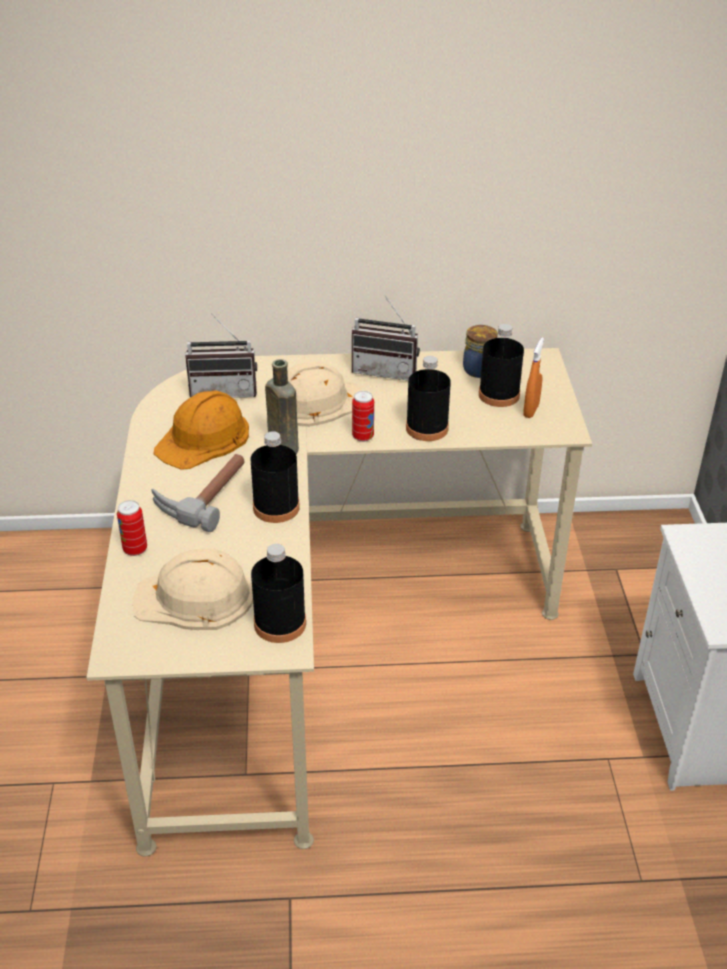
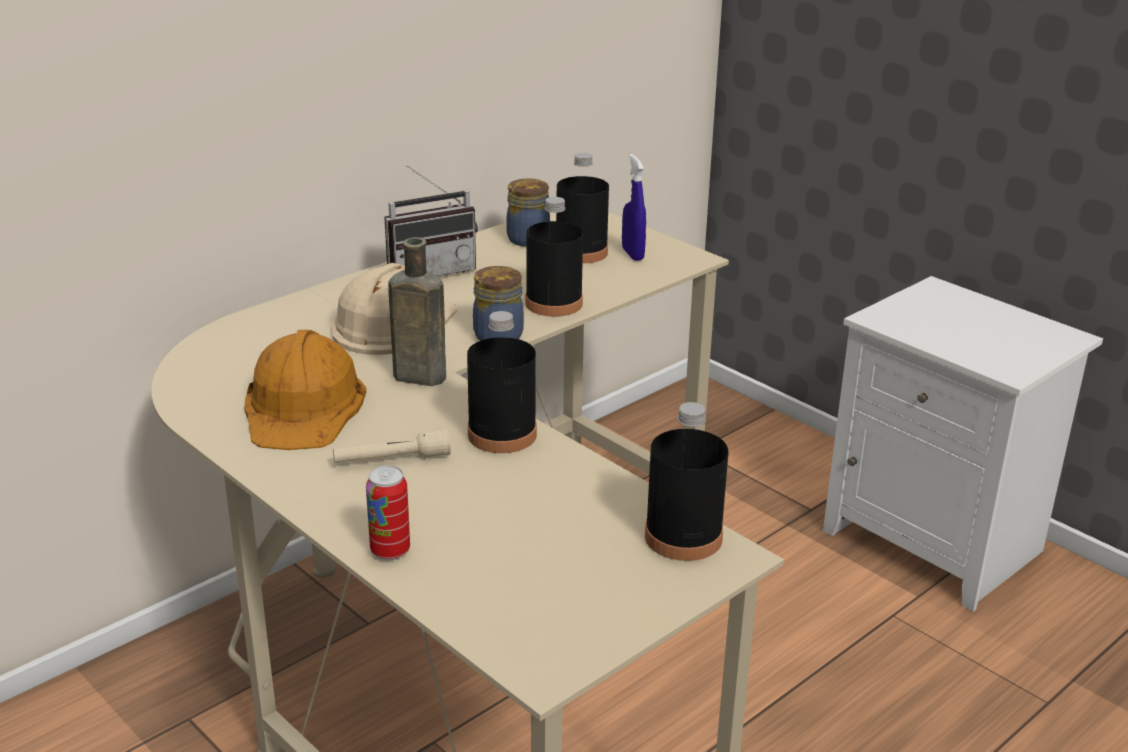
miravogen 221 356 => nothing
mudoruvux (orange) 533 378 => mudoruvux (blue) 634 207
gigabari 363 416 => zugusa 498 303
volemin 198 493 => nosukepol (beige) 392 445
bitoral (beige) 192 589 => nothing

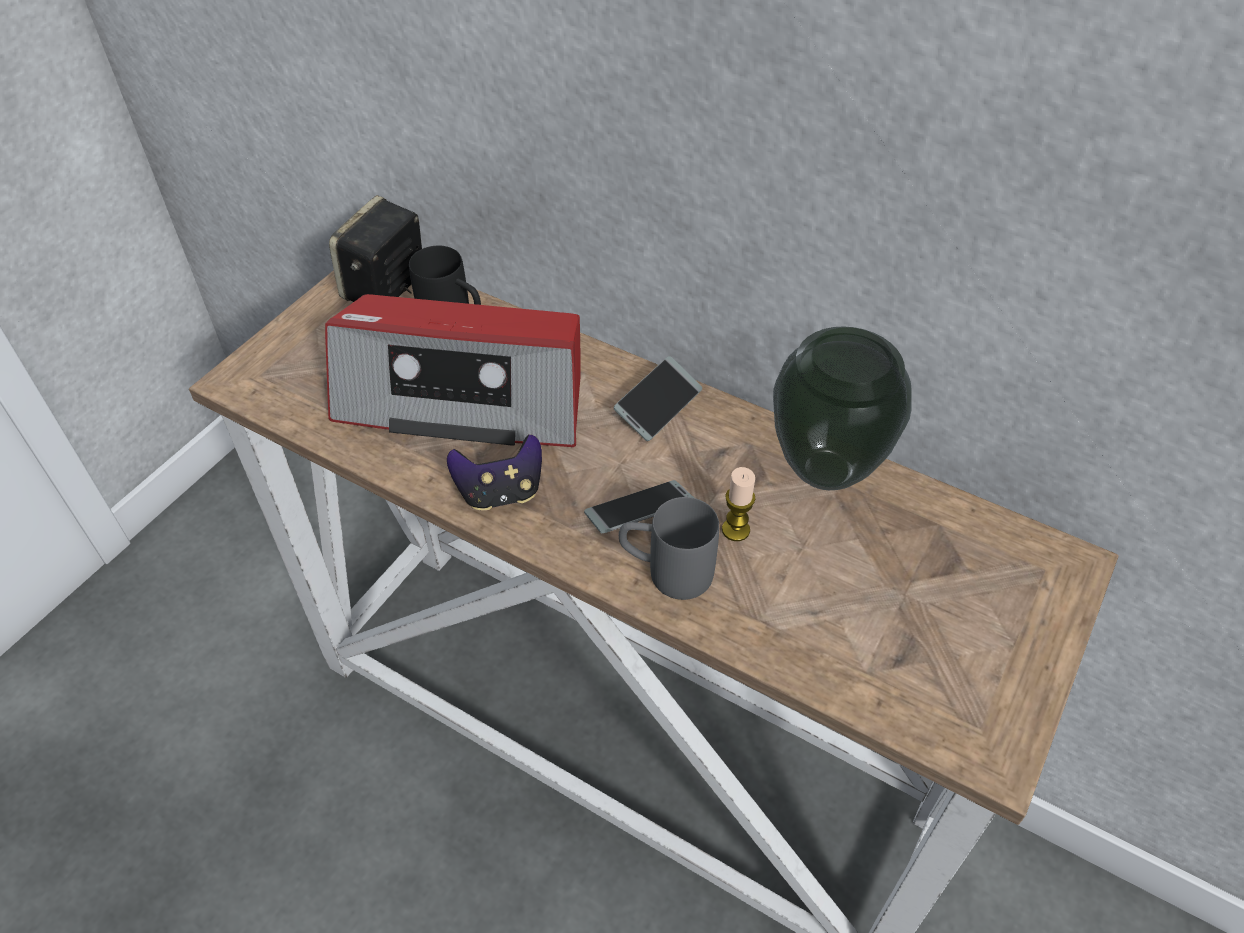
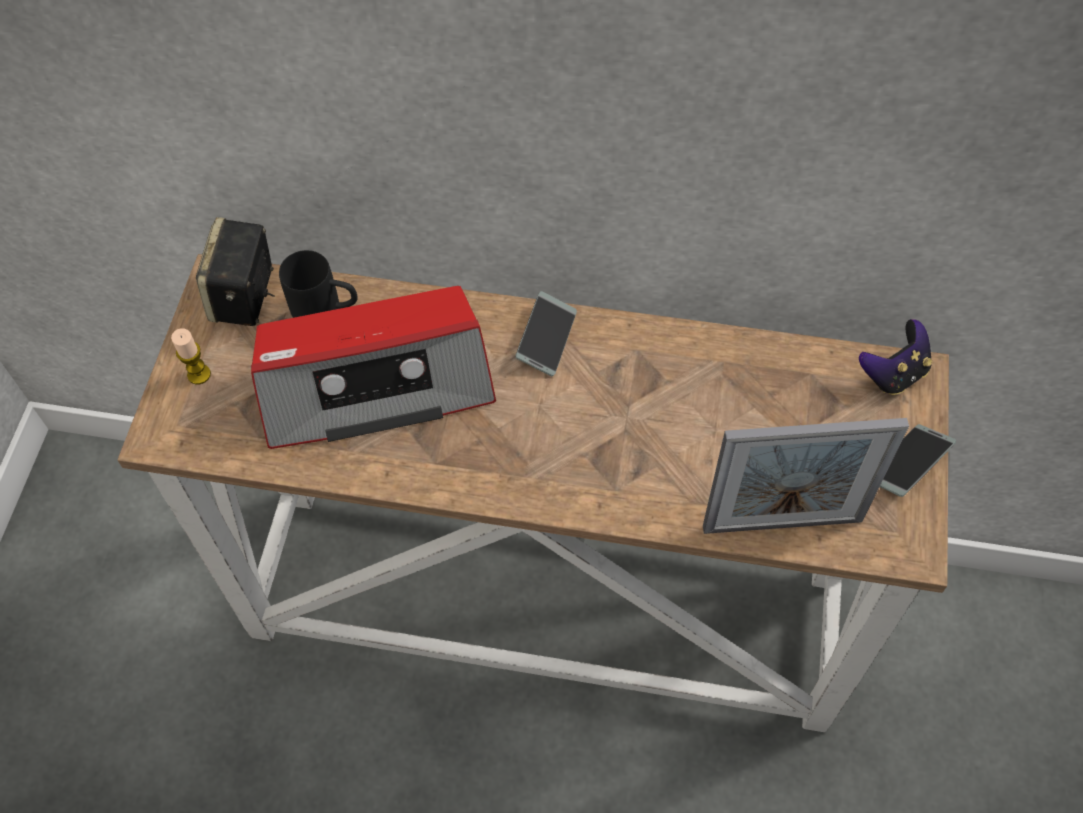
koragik 842 408 => nothing
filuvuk 494 472 => filuvuk 895 357, moved
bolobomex 738 504 => bolobomex 191 356, moved
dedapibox 639 506 => dedapibox 918 460, moved
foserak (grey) 669 548 => nothing
nothing => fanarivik 806 476

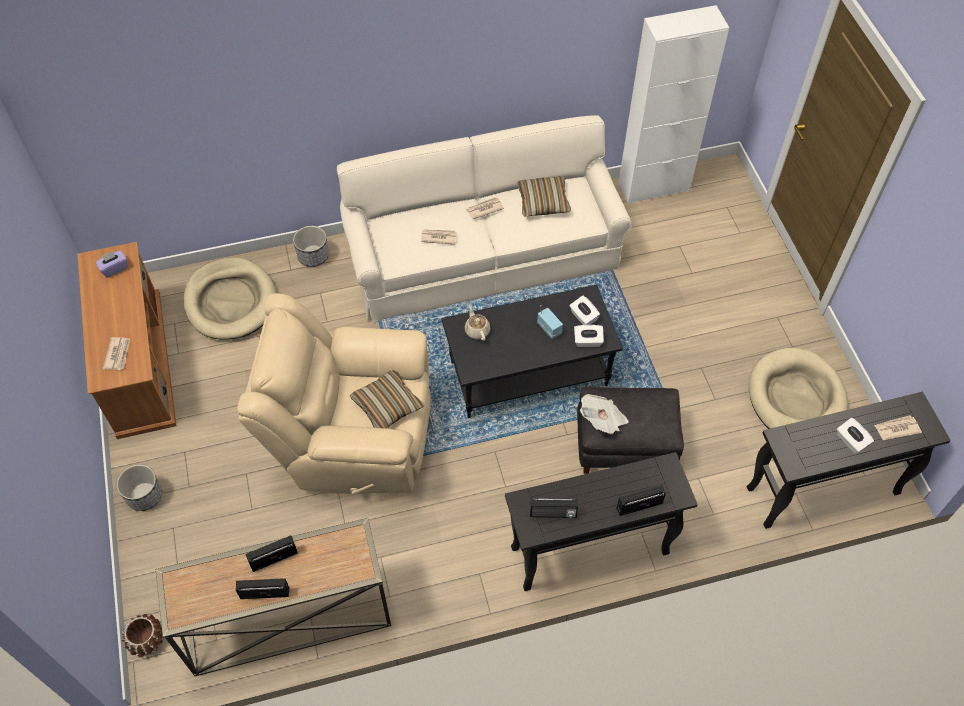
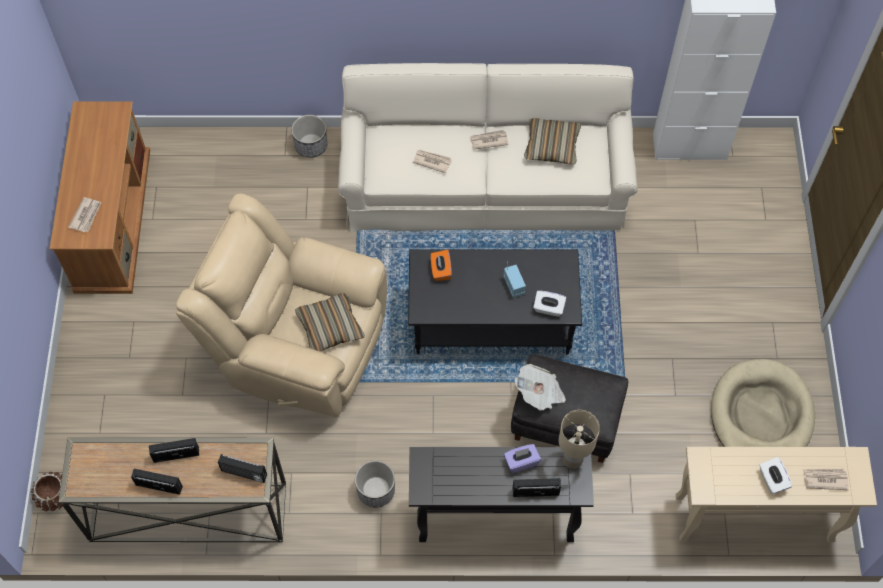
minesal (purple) 111 263 => minesal (purple) 522 458, moved
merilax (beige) 229 298 => nothing
minesal (white) 585 310 => nothing
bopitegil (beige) 477 323 => minesal (orange) 441 265
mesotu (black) 848 460 => mesotu (beige) 776 494
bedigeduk 139 487 => bedigeduk 375 483, moved
miravogen 554 508 => miravogen 242 468, moved
nothing => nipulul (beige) 579 439

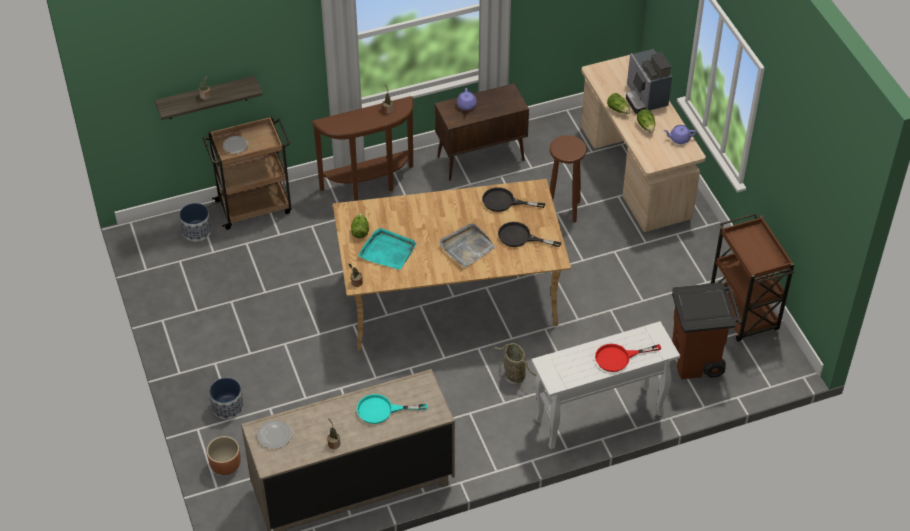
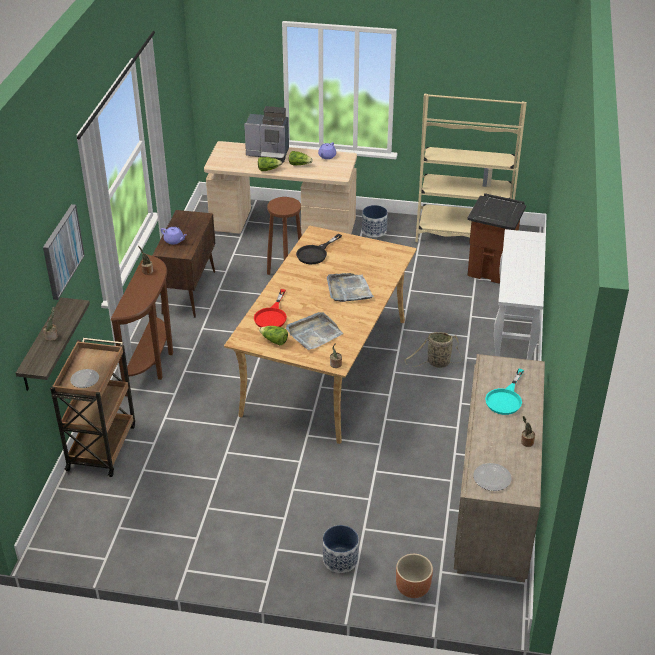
bedigeduk 195 222 => bedigeduk 375 221, moved
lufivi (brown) 752 277 => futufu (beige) 471 167
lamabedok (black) 529 234 => nothing
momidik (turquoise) 387 249 => momidik (grey) 314 331
lamabedok (red) 628 358 => lamabedok (red) 270 308, moved
nothing => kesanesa 64 252

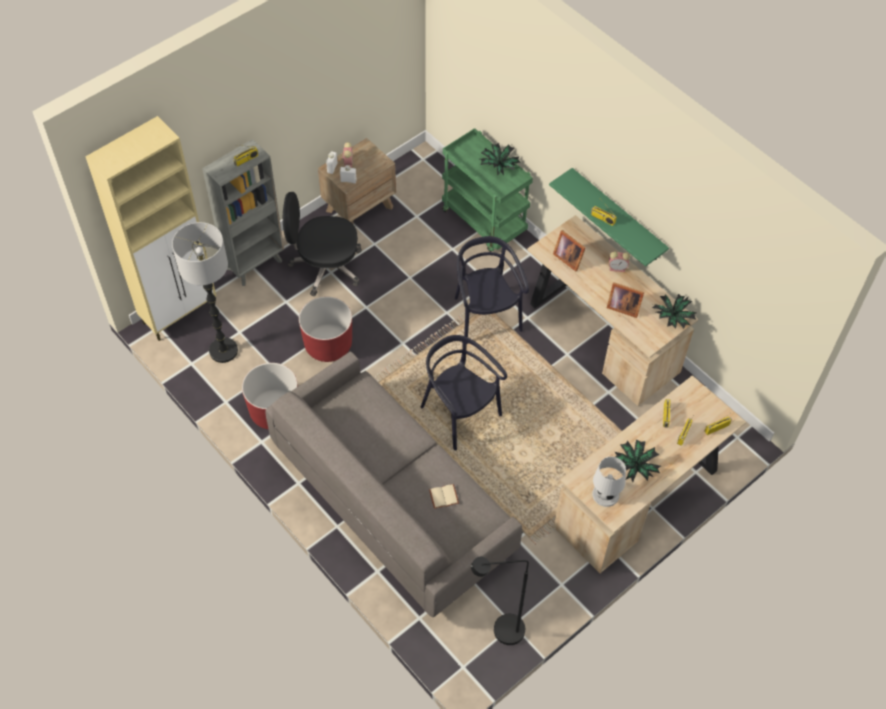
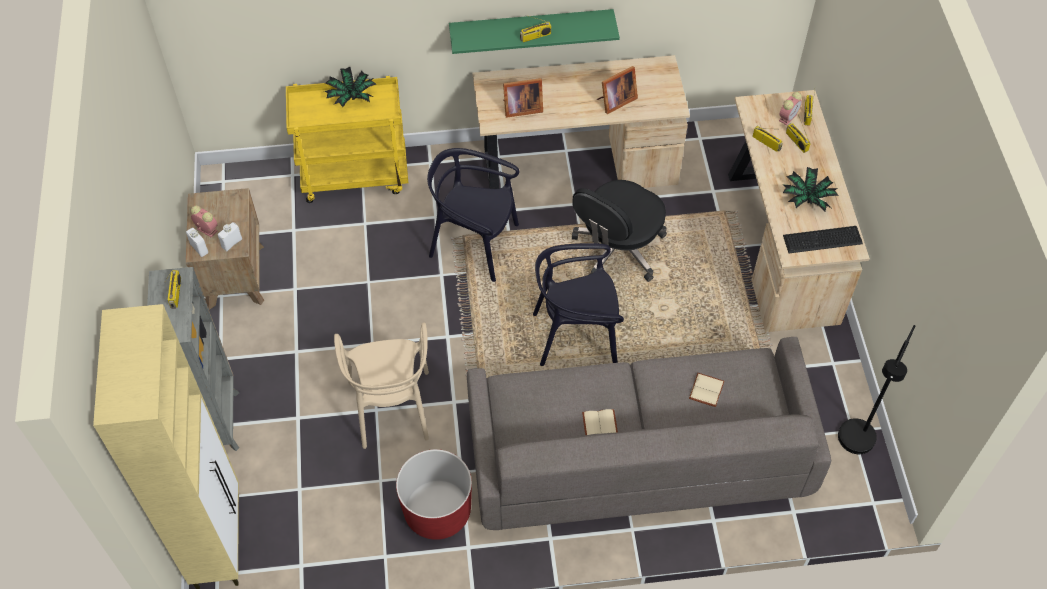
lufivi (green) 487 190 => lufivi (yellow) 347 139
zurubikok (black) 322 244 => zurubikok (black) 619 231, moved
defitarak 205 292 => nothing
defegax 619 261 => defegax 790 108, moved
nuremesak 674 311 => nothing
bedigeduk (red) 325 329 => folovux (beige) 381 385
nipulul (white) 609 482 => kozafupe 823 239
nothing => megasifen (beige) 600 422

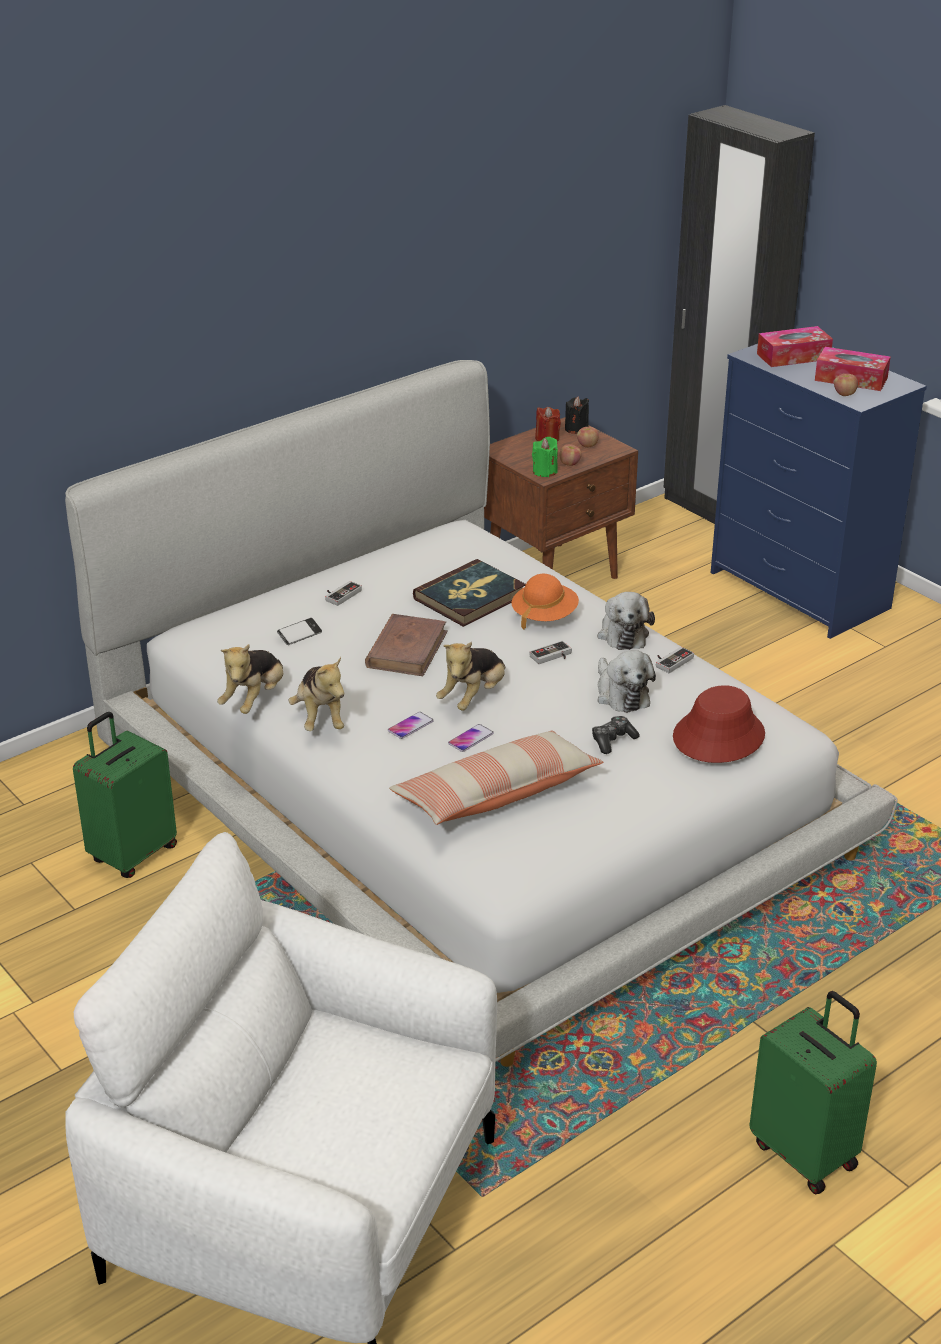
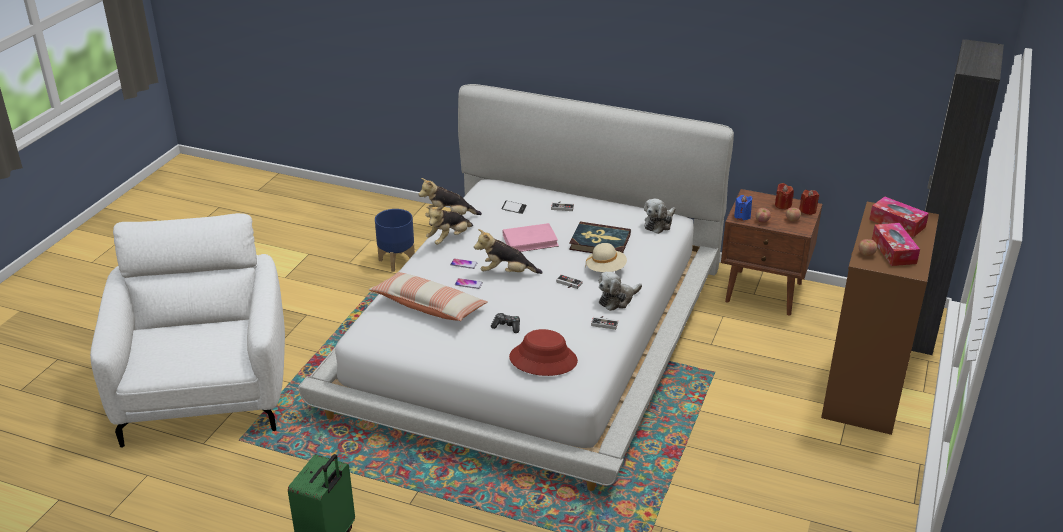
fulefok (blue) 819 491 => fulefok (brown) 880 318
bolobomex (black) 577 415 => bolobomex (red) 809 202
bolobomex (green) 545 457 => bolobomex (blue) 743 207
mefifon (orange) 545 601 => mefifon (beige) 606 257
megasifen (brown) 406 645 => megasifen (pink) 531 237
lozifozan 626 681 => lozifozan 660 216, moved
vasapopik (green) 125 795 => bedigeduk (blue) 395 240

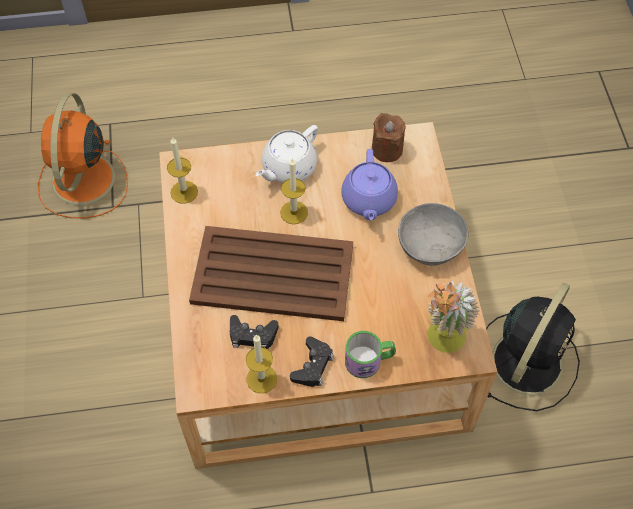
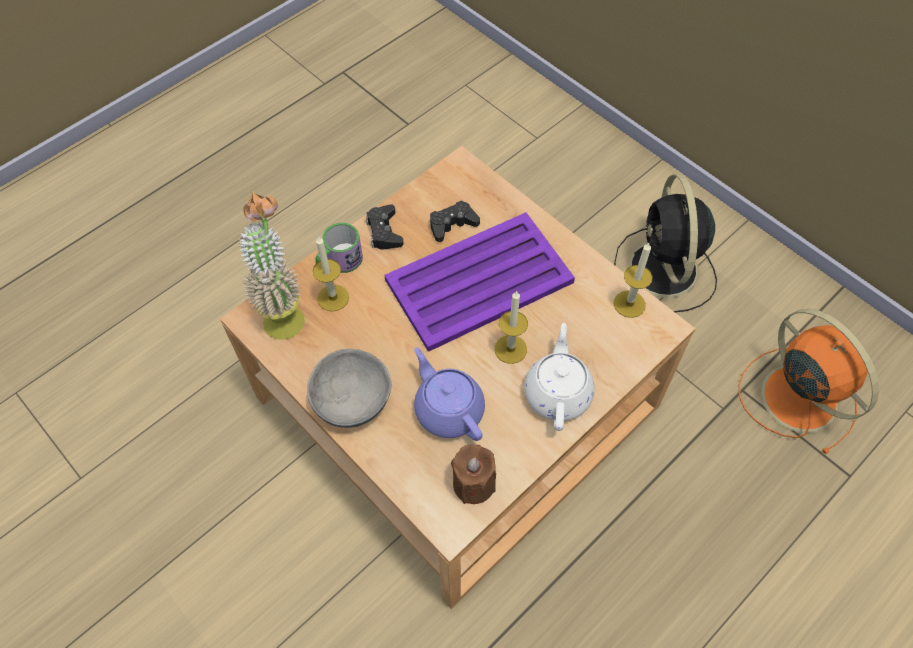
momidik (brown) 271 273 => momidik (purple) 479 282
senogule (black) 533 347 => senogule (black) 665 243, moved
bolobomex 261 364 => bolobomex 331 274, moved

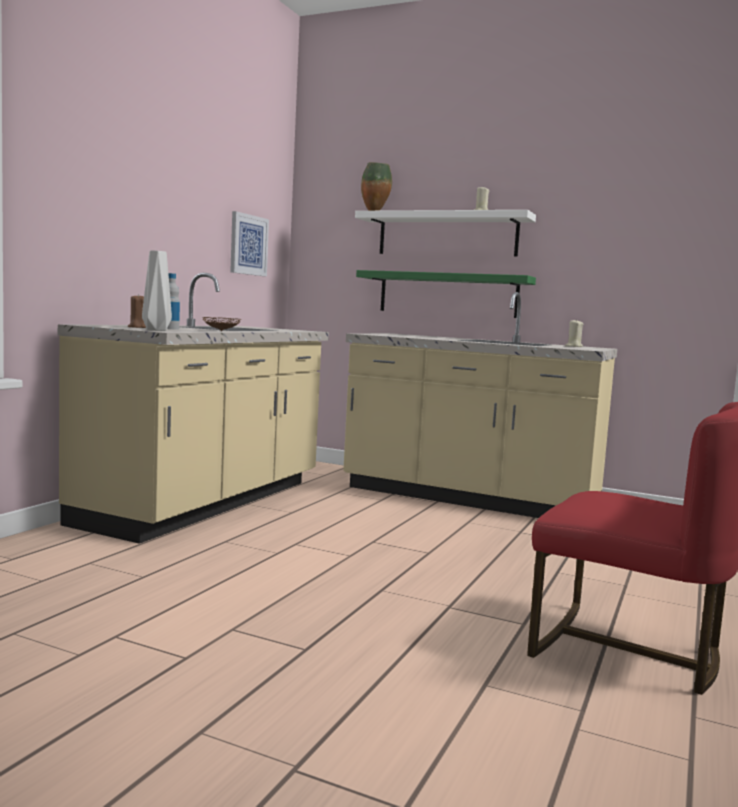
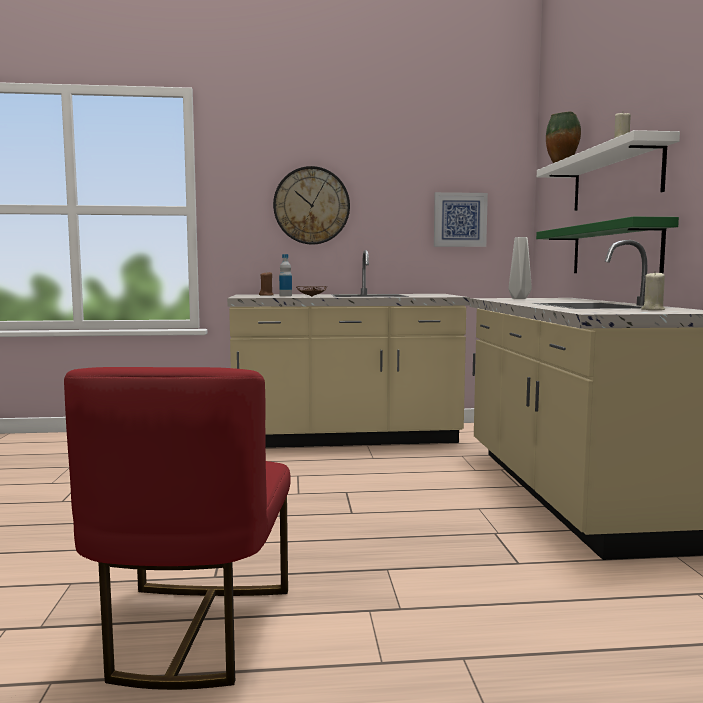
koragik (grey) 157 291 => koragik (grey) 520 268, moved
nothing => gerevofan 311 205

